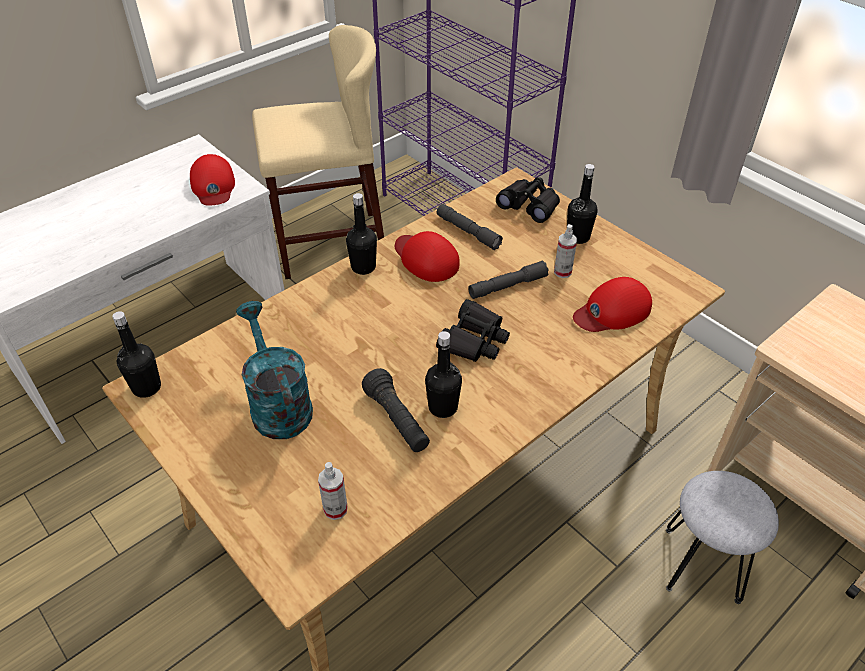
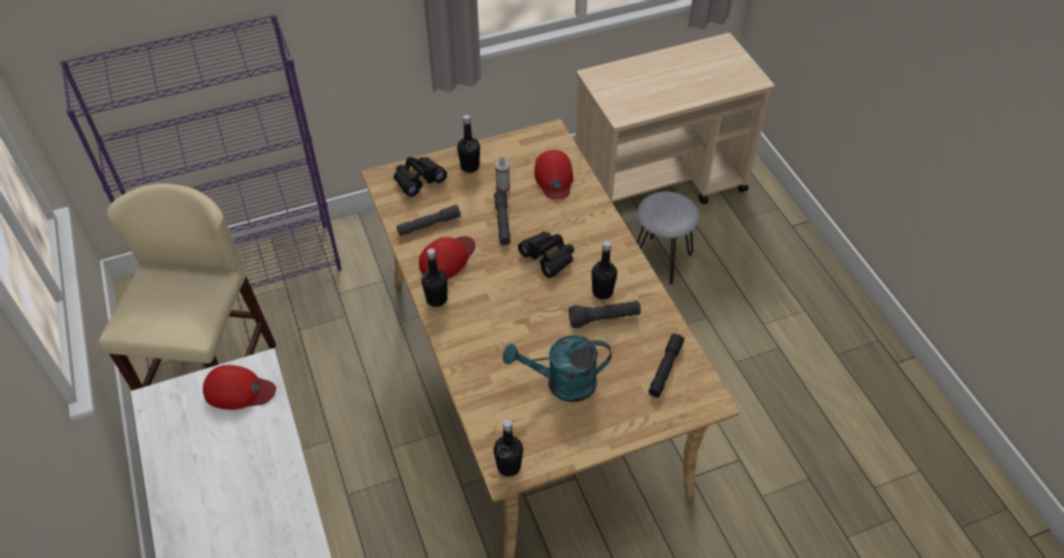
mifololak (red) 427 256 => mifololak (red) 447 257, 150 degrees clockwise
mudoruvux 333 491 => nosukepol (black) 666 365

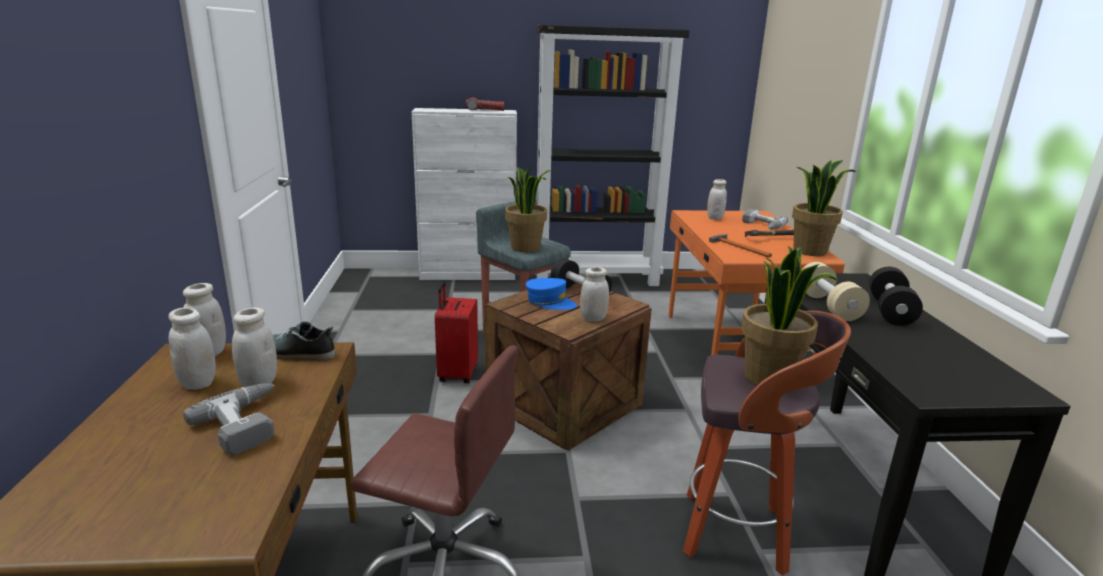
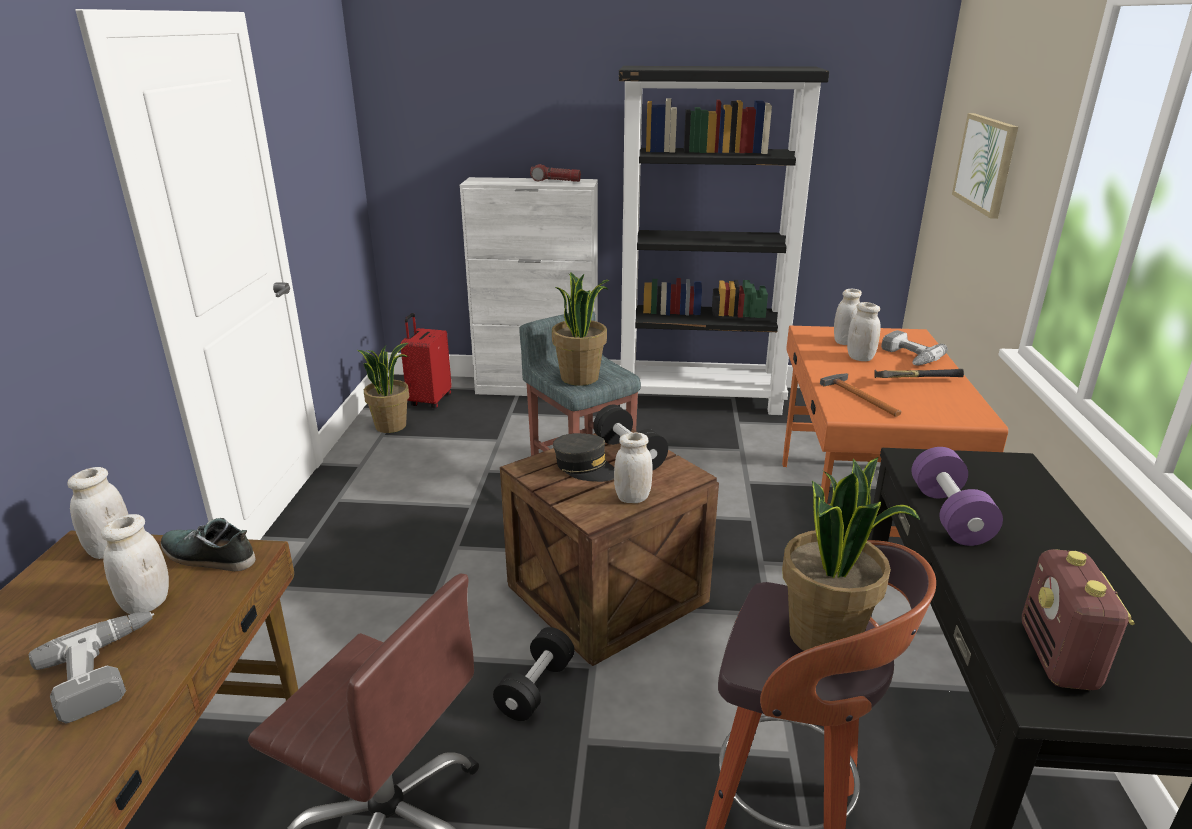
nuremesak 824 208 => nuremesak 383 388, moved
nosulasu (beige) 836 291 => nosulasu (purple) 957 496
nosulasu (black) 896 296 => nosulasu (black) 534 674, moved
mifololak (blue) 551 294 => mifololak (grey) 583 457
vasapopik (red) 456 332 => vasapopik (red) 426 360, moved
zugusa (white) 192 348 => zugusa (white) 864 331, moved
nothing => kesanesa 985 166
nothing => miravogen 1078 619

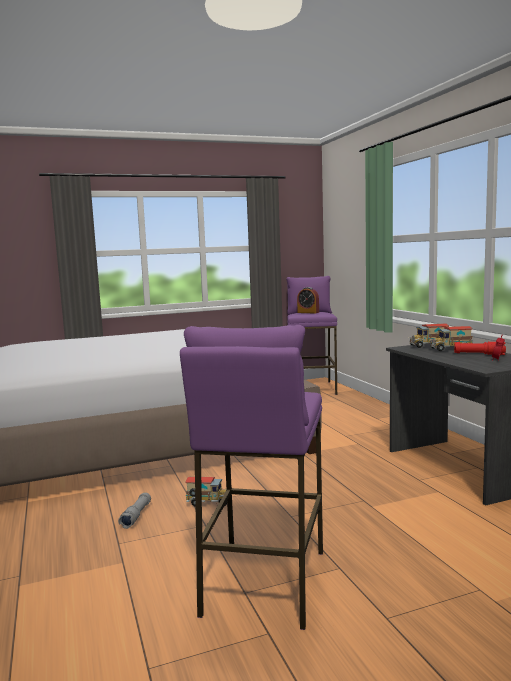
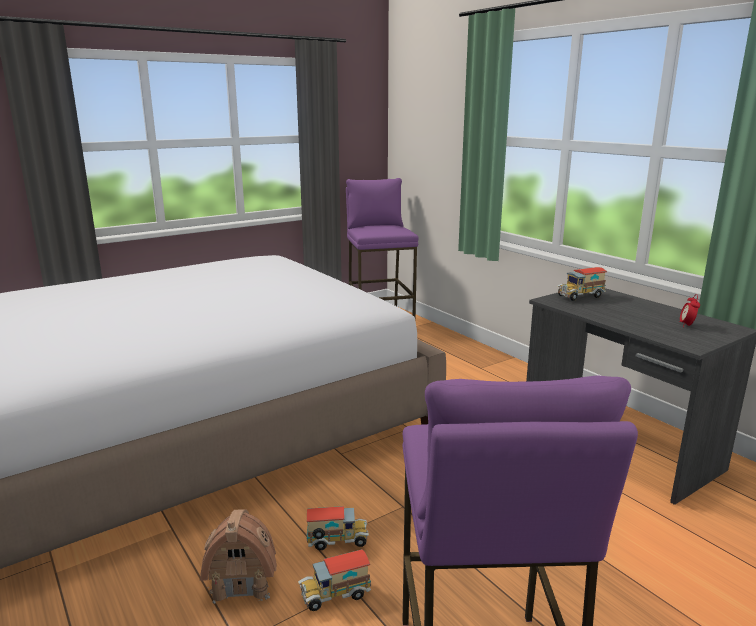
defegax 308 300 => nothing
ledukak 451 338 => ledukak 334 580, moved
nosukepol (red) 480 348 => nothing
nosukepol (grey) 134 510 => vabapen 238 556

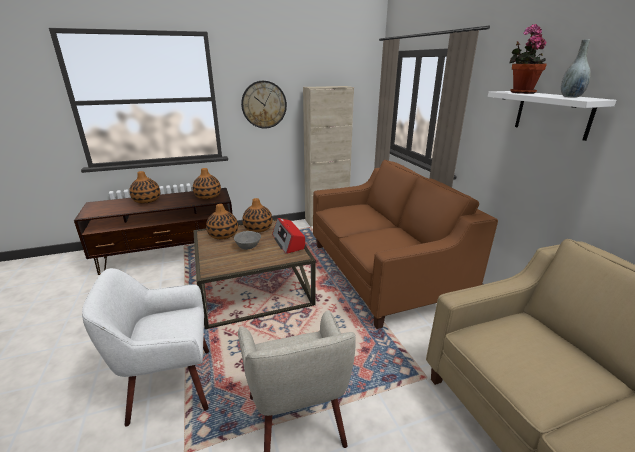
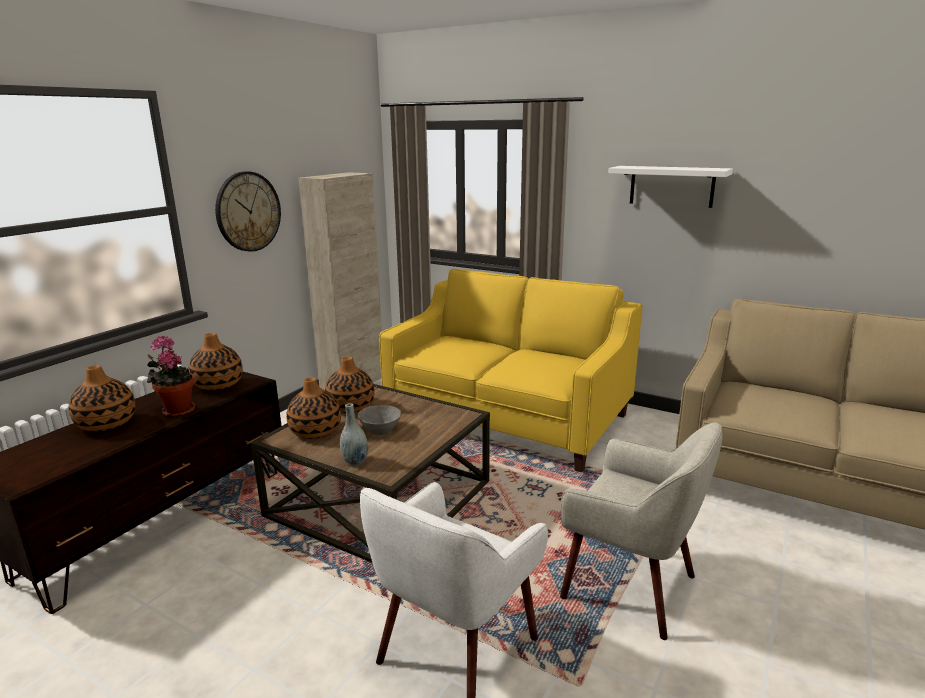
nuremesak 528 59 => nuremesak 171 376, moved
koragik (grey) 575 68 => koragik (grey) 354 434, moved
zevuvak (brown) 405 244 => zevuvak (yellow) 511 370
miravogen 288 236 => nothing

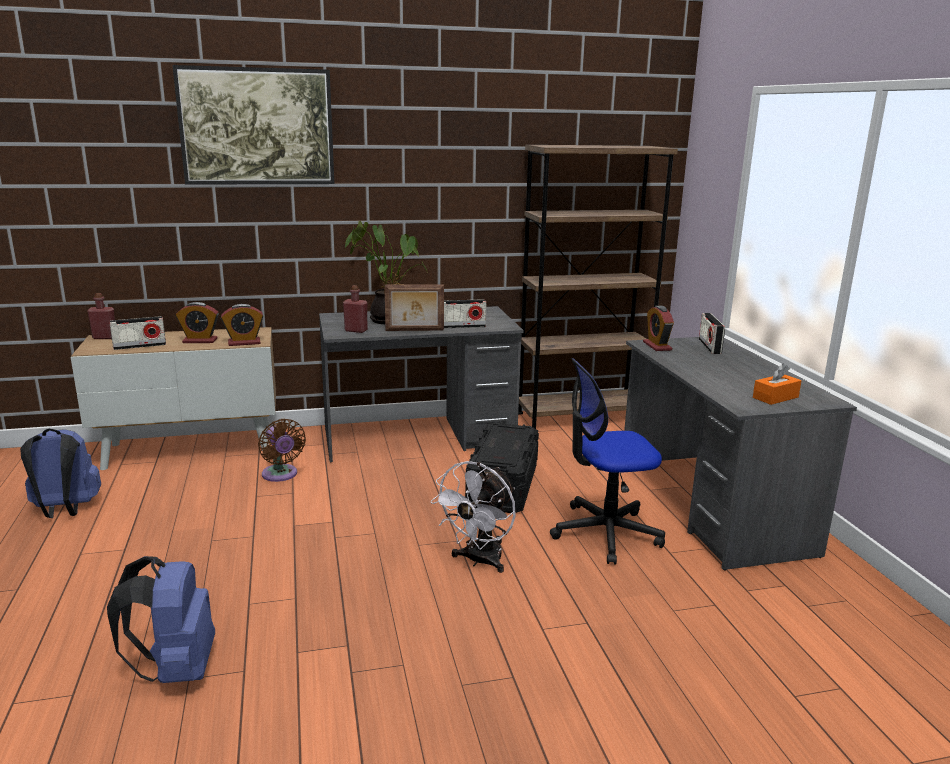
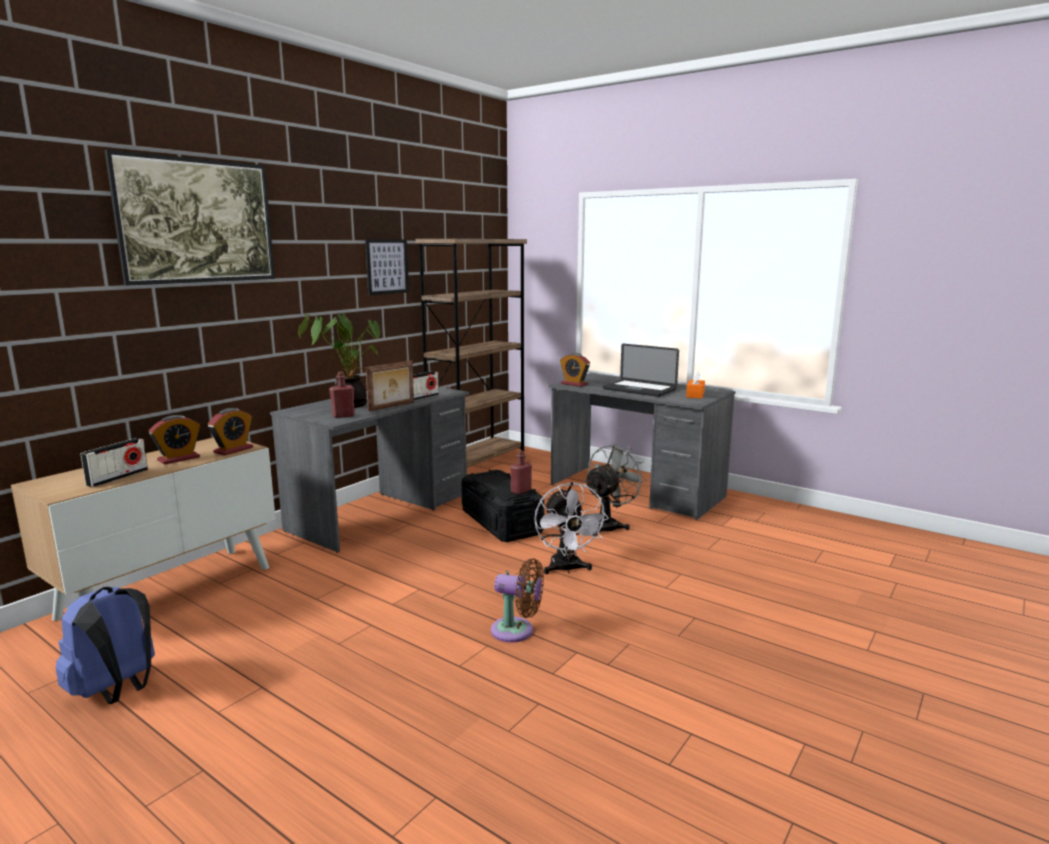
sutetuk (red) 101 316 => sutetuk (red) 521 472, moved
miravogen 712 333 => nothing
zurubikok 607 461 => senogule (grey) 615 489
senogule (brown) 282 450 => senogule (brown) 517 600, moved
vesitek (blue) 161 619 => nothing
nothing => kesanesa 387 267
nothing => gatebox 641 370

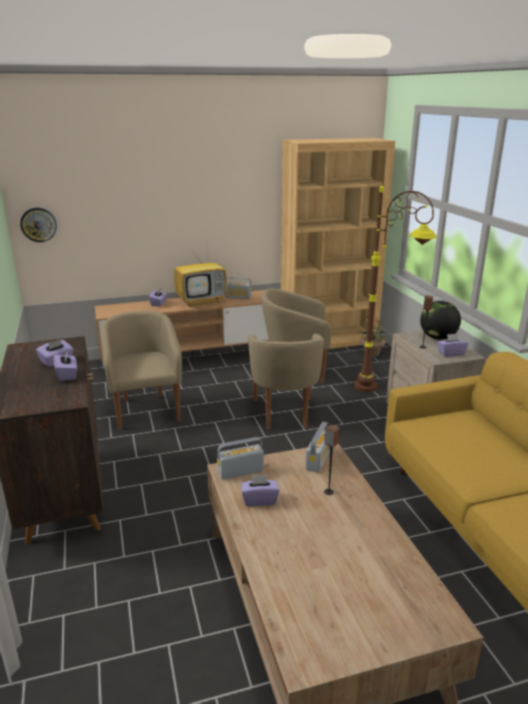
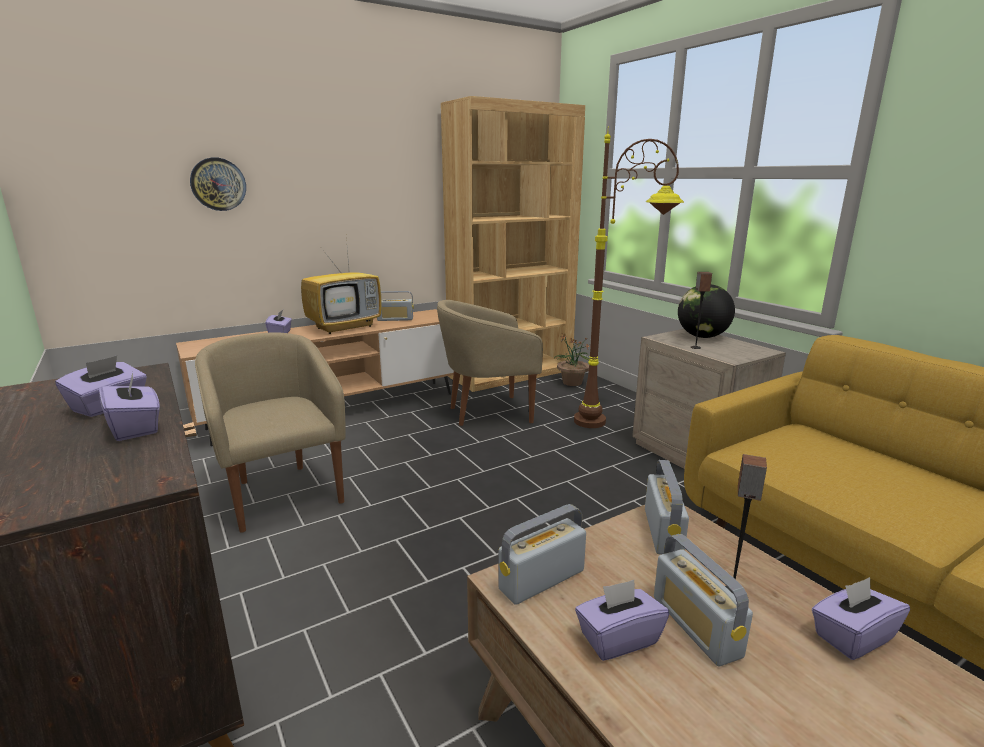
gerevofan 38 225 => gerevofan 218 184, moved
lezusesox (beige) 286 381 => nothing
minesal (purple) 452 345 => minesal (purple) 861 618, moved
nothing => miravogen 703 600

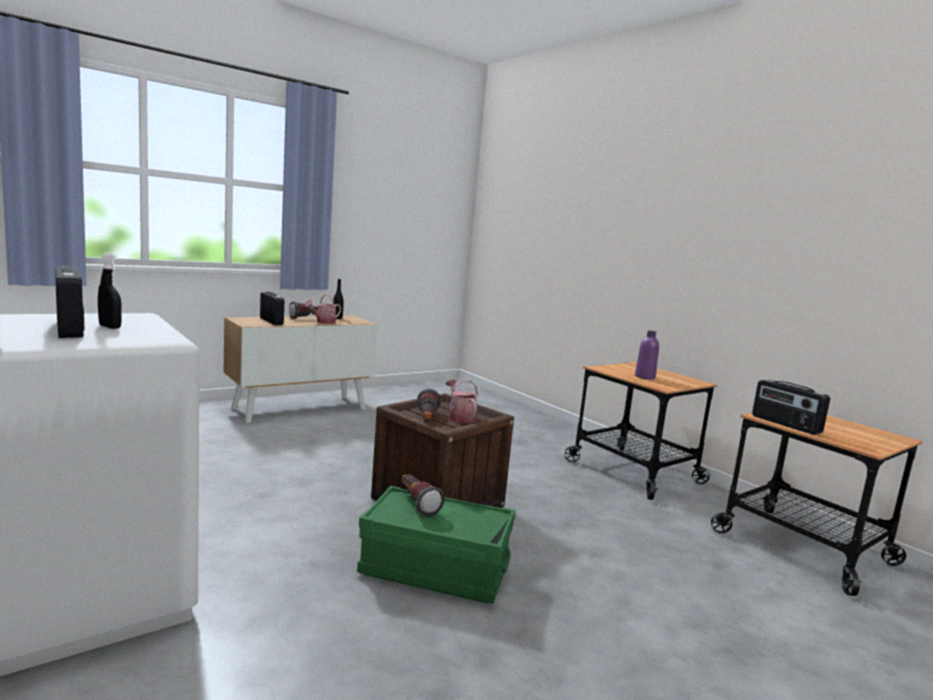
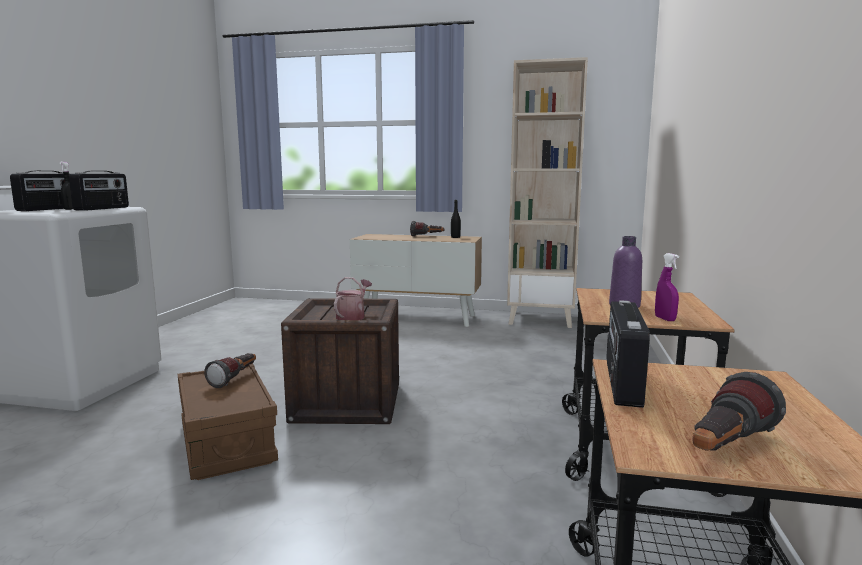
miravogen 272 308 => miravogen 99 191, moved
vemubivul 323 309 => nothing
nosukepol 429 404 => nosukepol 739 411, moved
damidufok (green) 436 545 => damidufok (brown) 228 421
nothing => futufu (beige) 547 192
nothing => mudoruvux (purple) 667 287

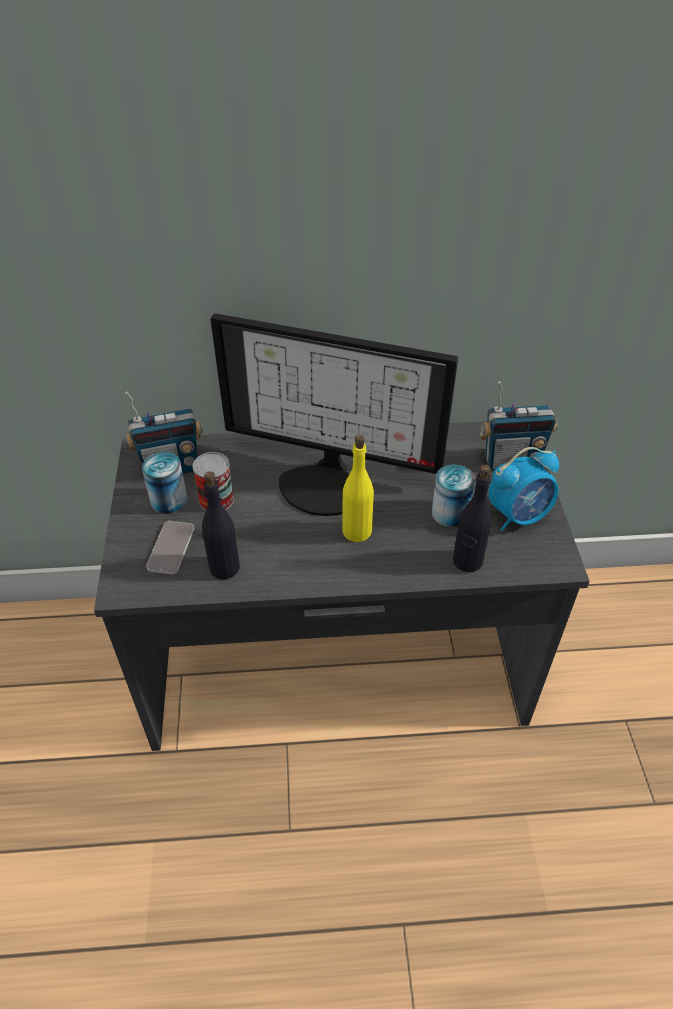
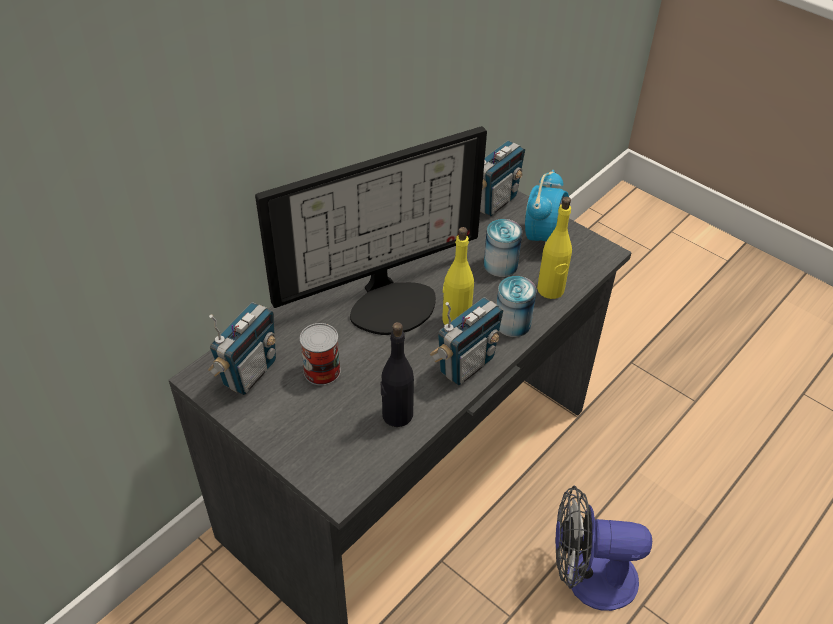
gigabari 165 483 => gigabari 516 306, moved
sutetuk (black) 472 518 => sutetuk (yellow) 554 248
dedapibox 170 548 => nothing
nothing => miravogen 466 341
nothing => senogule 603 548

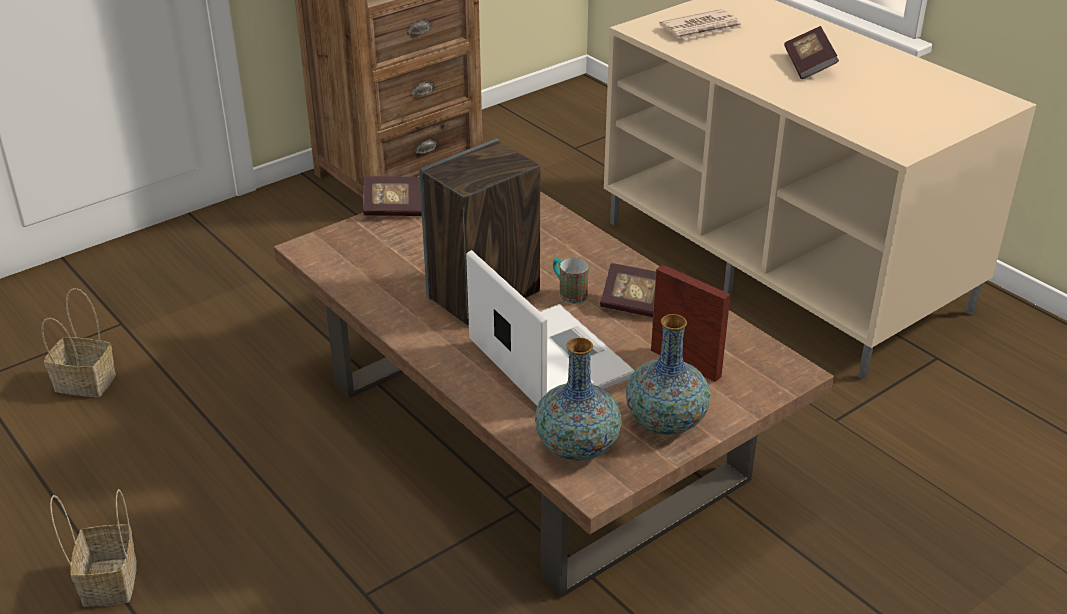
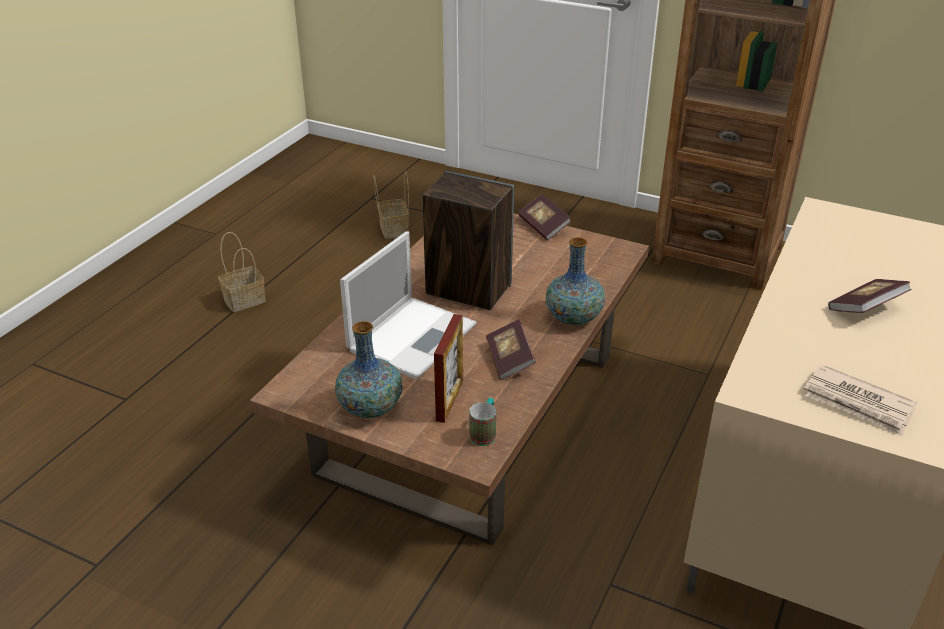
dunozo 701 24 => dunozo 860 400, moved
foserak 571 281 => foserak 482 422, moved
koragik 578 398 => koragik 575 281, moved

